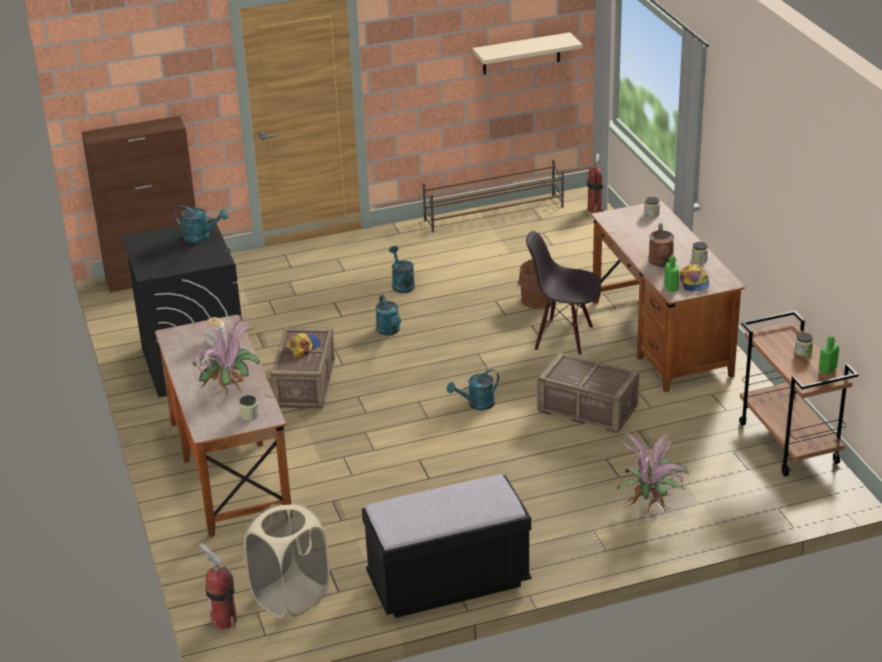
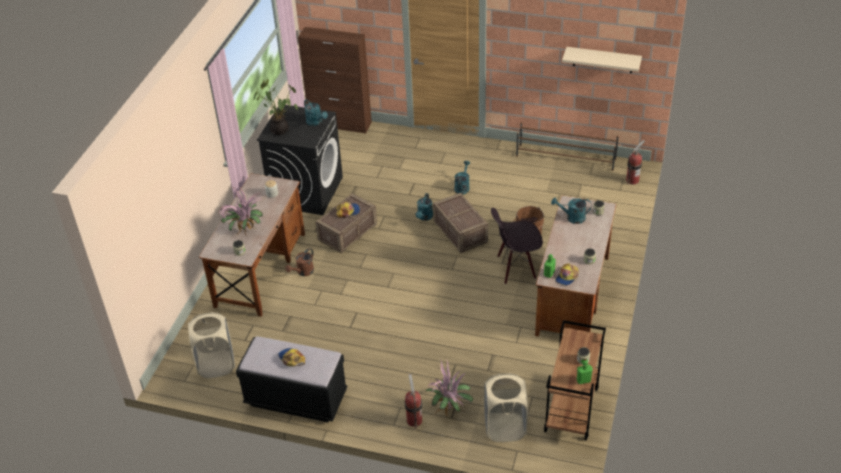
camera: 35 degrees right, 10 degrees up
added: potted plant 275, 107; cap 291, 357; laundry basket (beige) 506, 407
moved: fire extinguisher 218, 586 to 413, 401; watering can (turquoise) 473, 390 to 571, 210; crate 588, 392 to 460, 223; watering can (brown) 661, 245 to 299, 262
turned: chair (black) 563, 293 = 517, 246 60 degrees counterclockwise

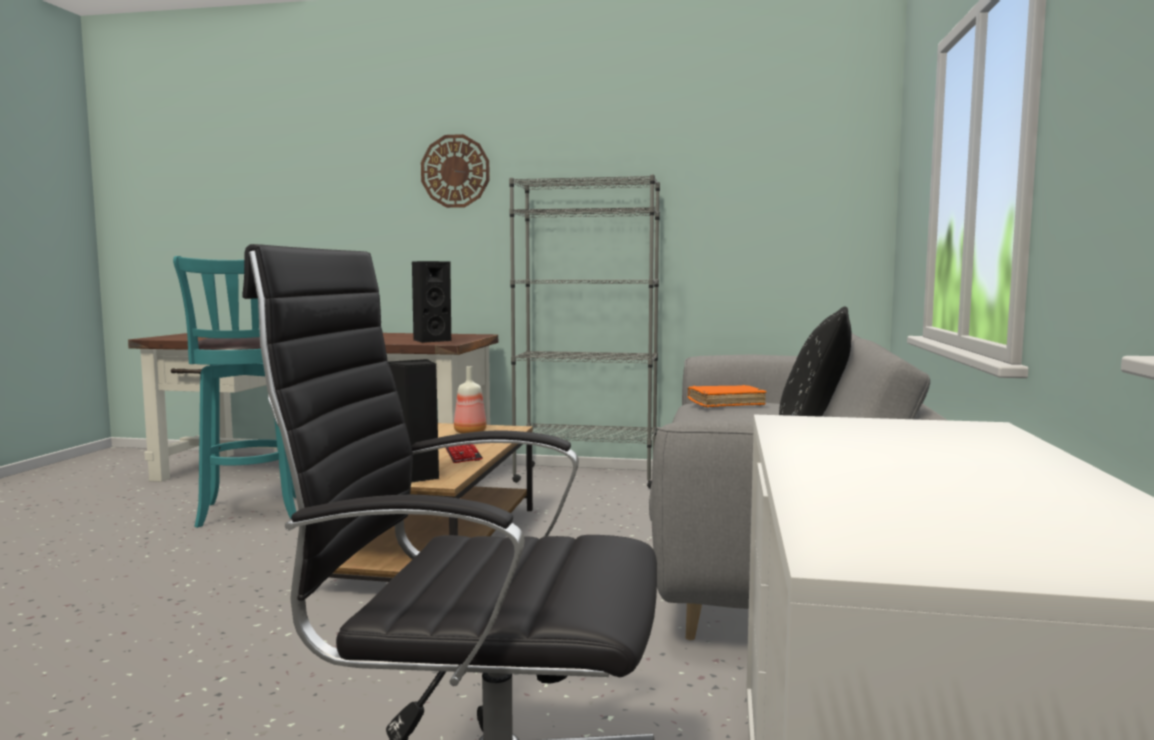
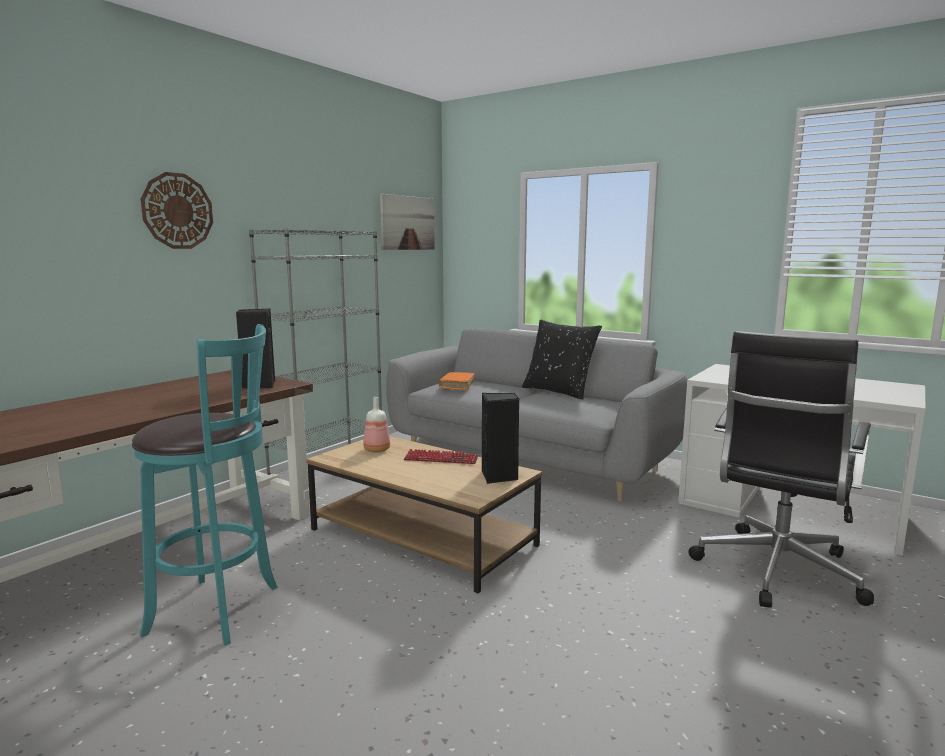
camera: 65 degrees left, 5 degrees up
added: picture 407, 222

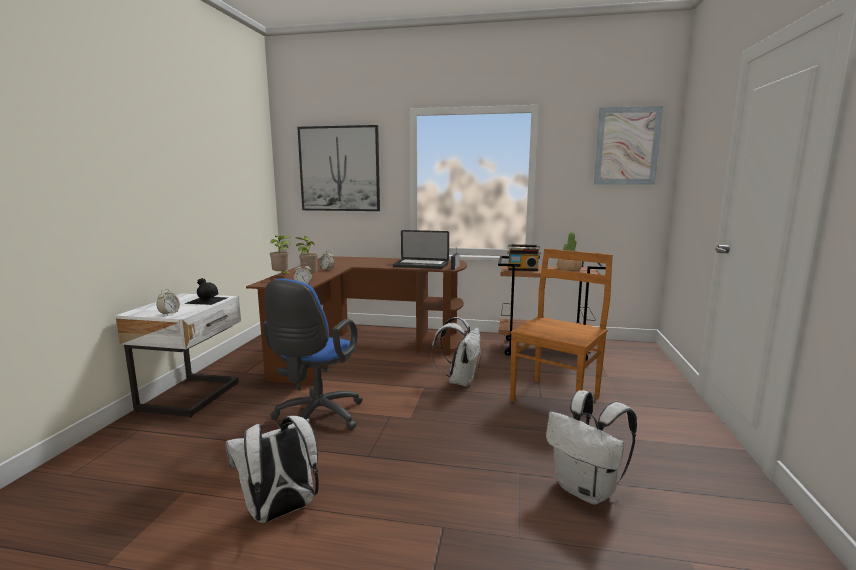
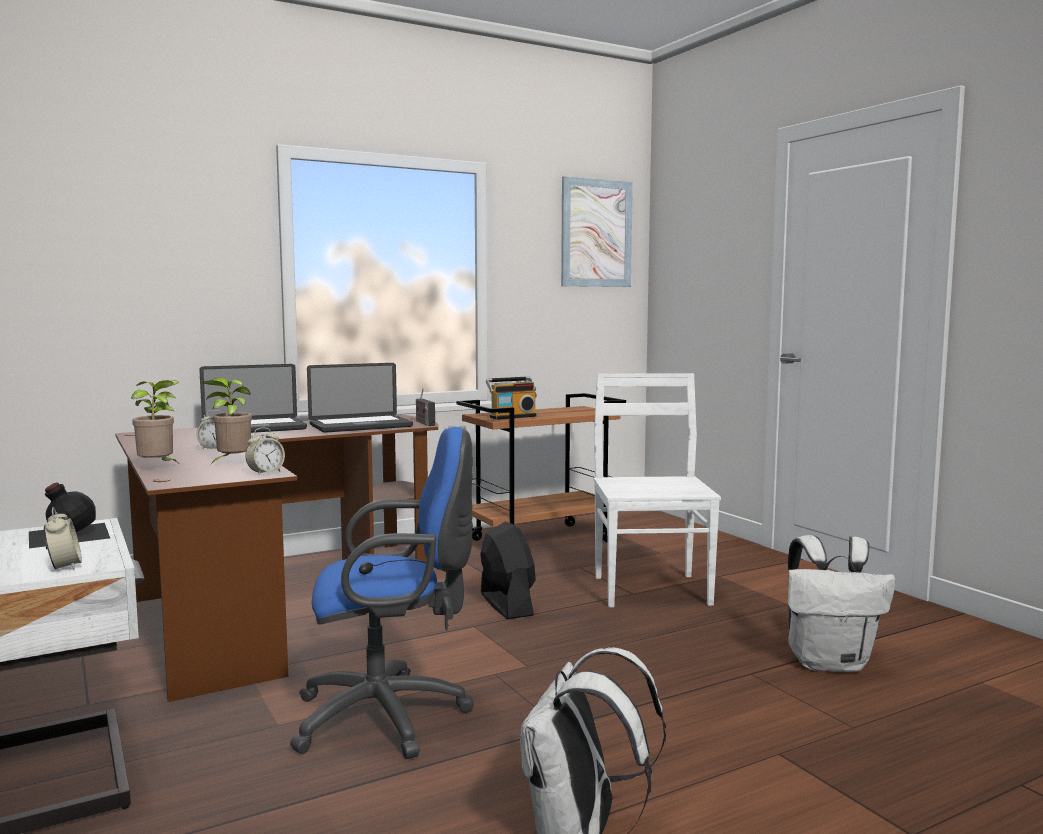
camera: 40 degrees left, 5 degrees down
removed: picture 338, 168; potted plant 570, 251
added: laptop 253, 398
replaced: backpack (white) 455, 352 to fan (black) 508, 570
recoloured: chair (brown) 561, 325 to chair (white) 657, 490
turned: office chair (blue) 313, 354 = 382, 593 75 degrees counterclockwise

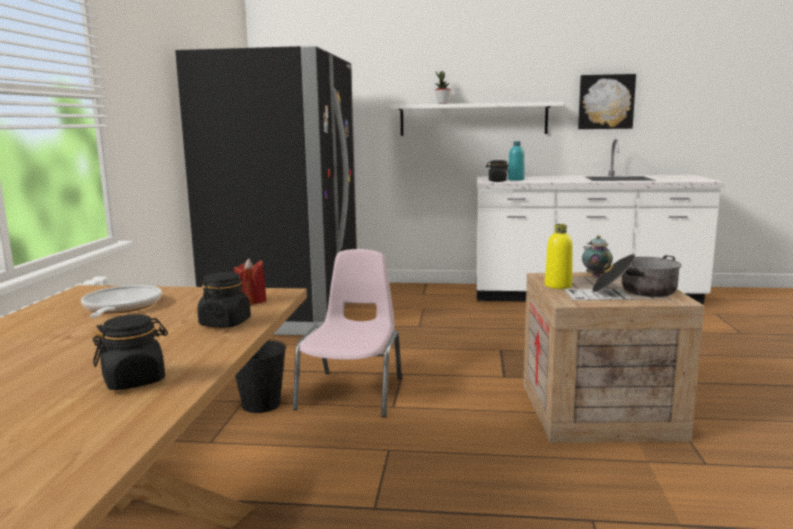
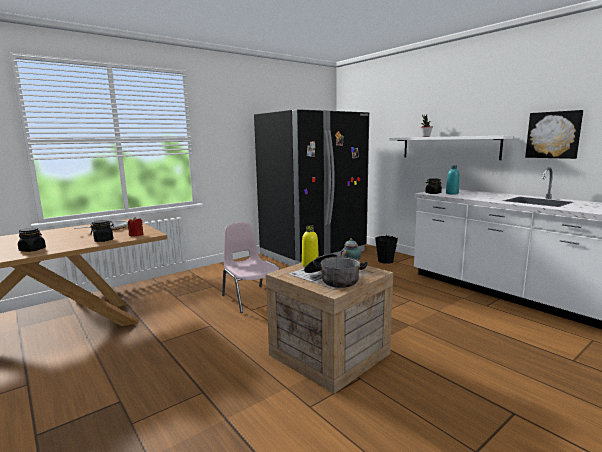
camera: 45 degrees right, 0 degrees up
moved: bucket (black) 260, 376 to 386, 250
turned: chair (pink) 347, 333 = 251, 267 90 degrees counterclockwise

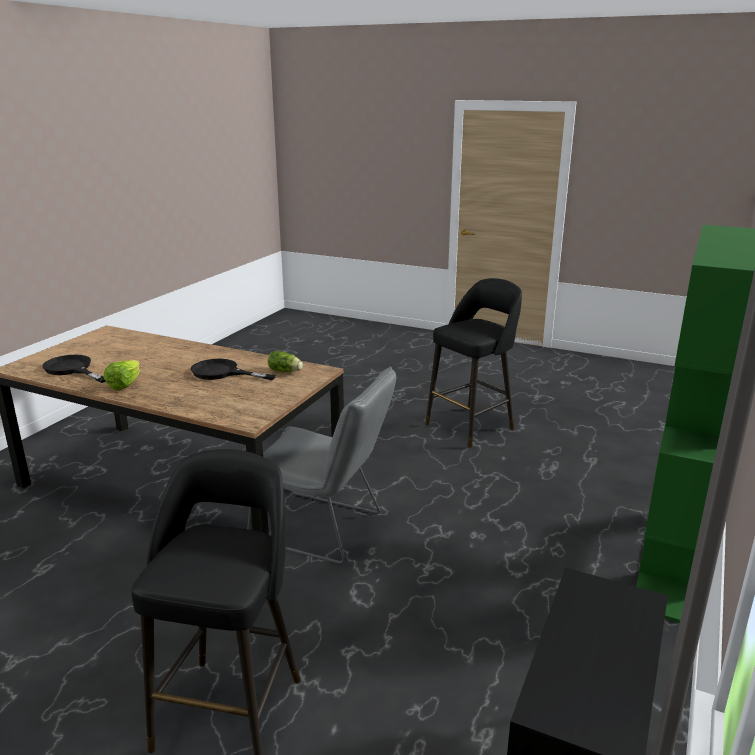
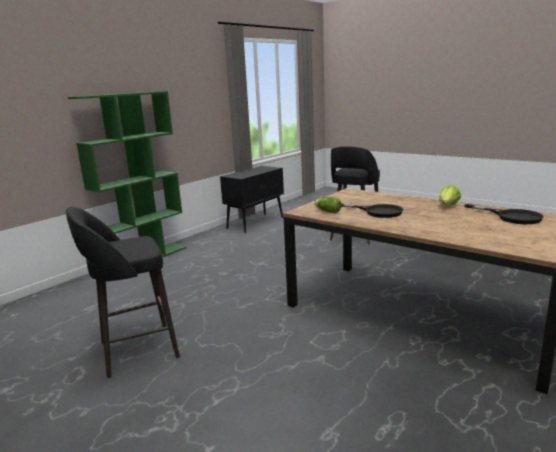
camera: 165 degrees left, 5 degrees down
removed: chair (grey) 321, 465

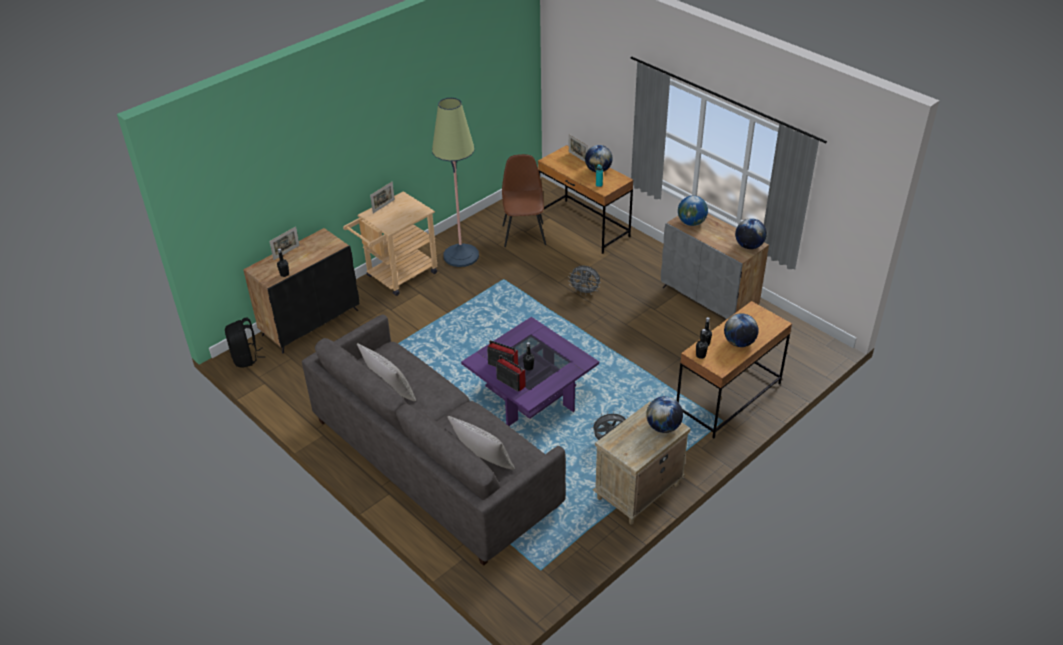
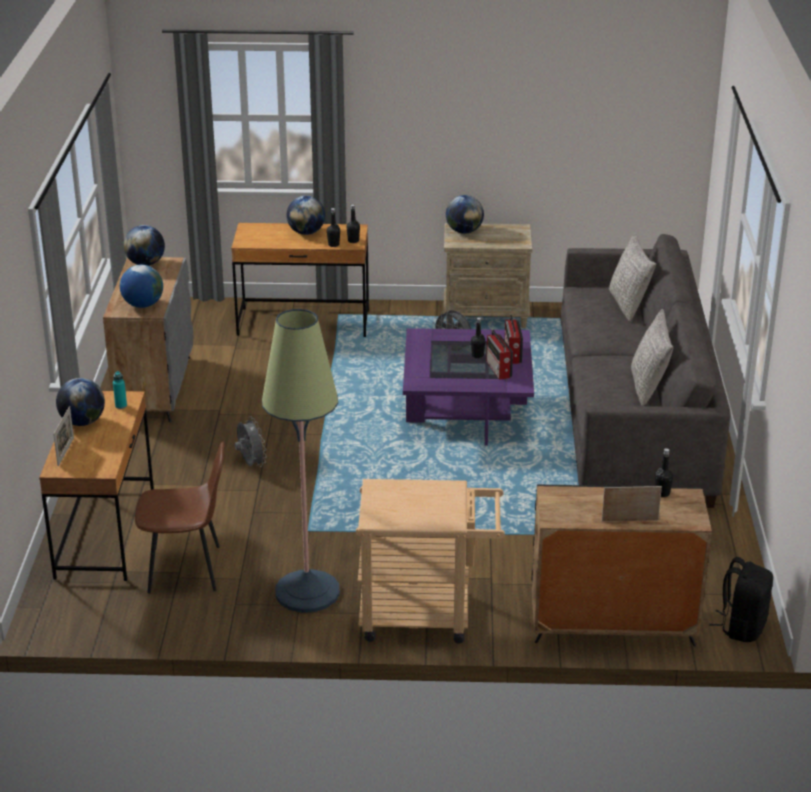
camera: 135 degrees left, 10 degrees down
removed: picture frame 382, 197
turned: chair (brown) 524, 200 = 180, 517 135 degrees counterclockwise

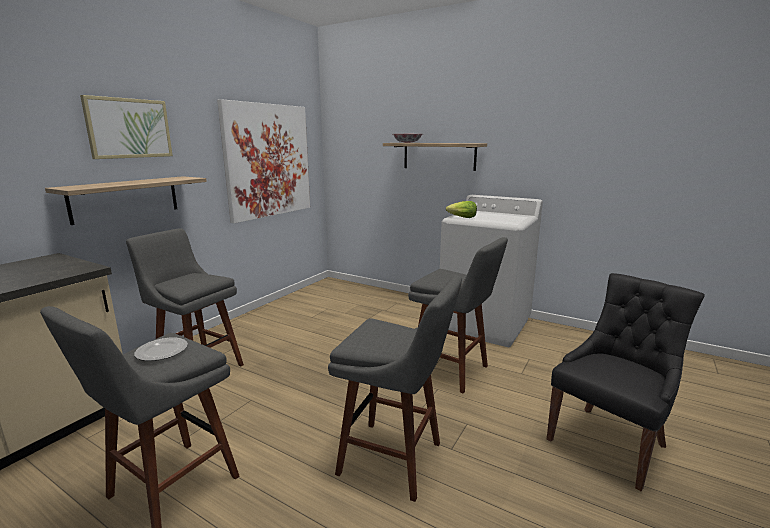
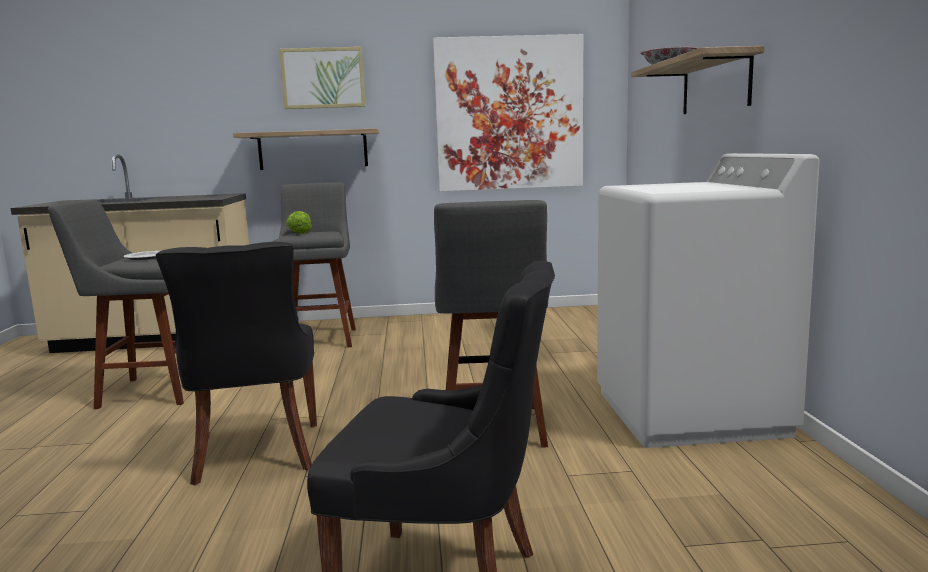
camera: 55 degrees right, 5 degrees down
moved: lettuce 461, 209 to 299, 222
replaced: stool (grey) 395, 389 to chair (black) 236, 363

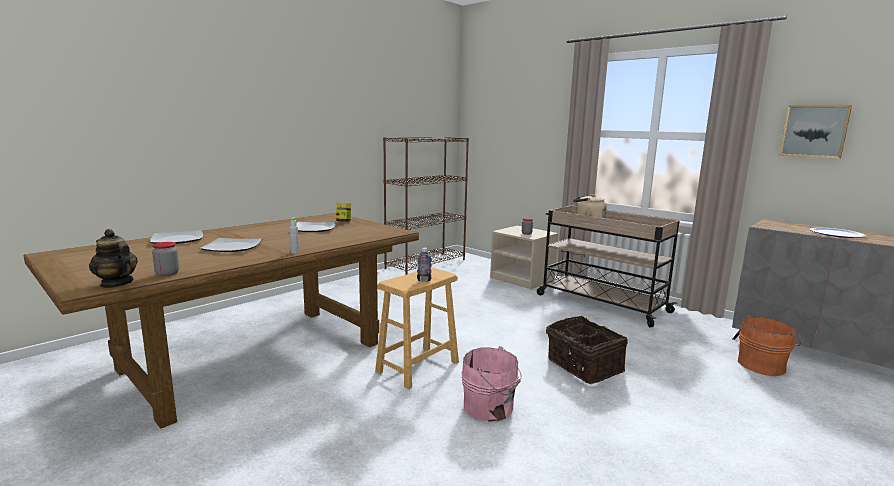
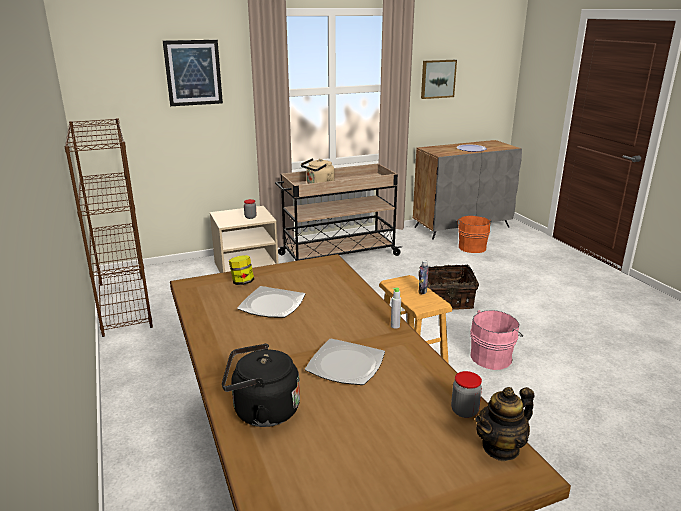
camera: 65 degrees left, 10 degrees up
added: picture 193, 72
replaced: plate 176, 237 to kettle (black) 261, 385

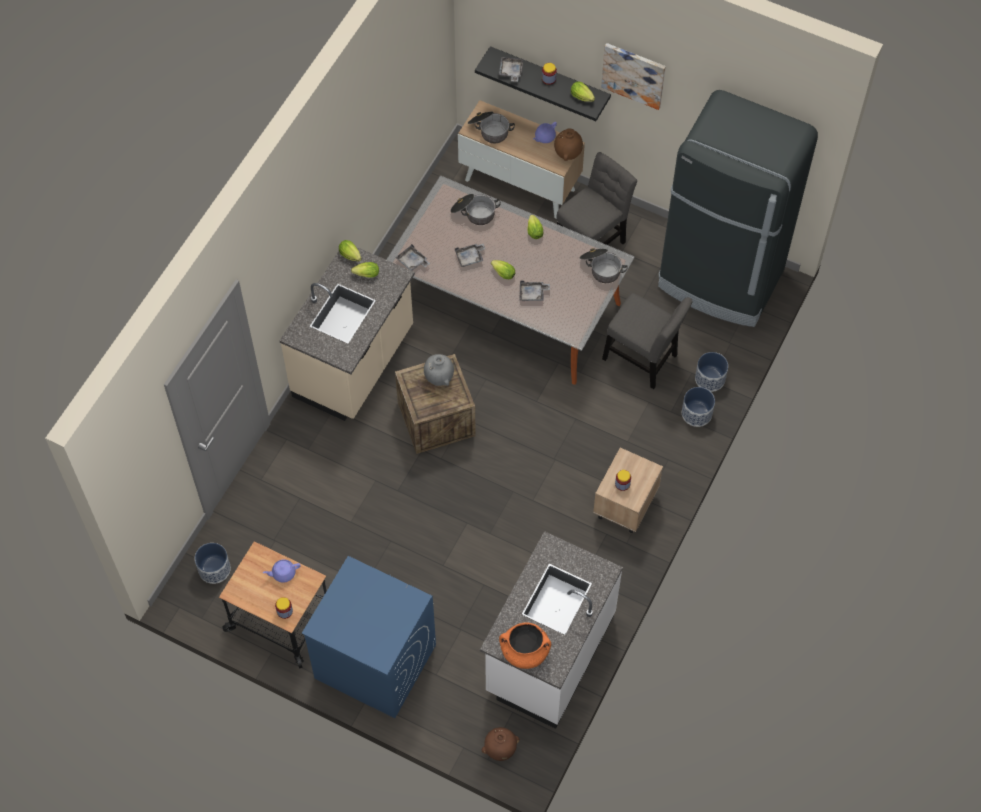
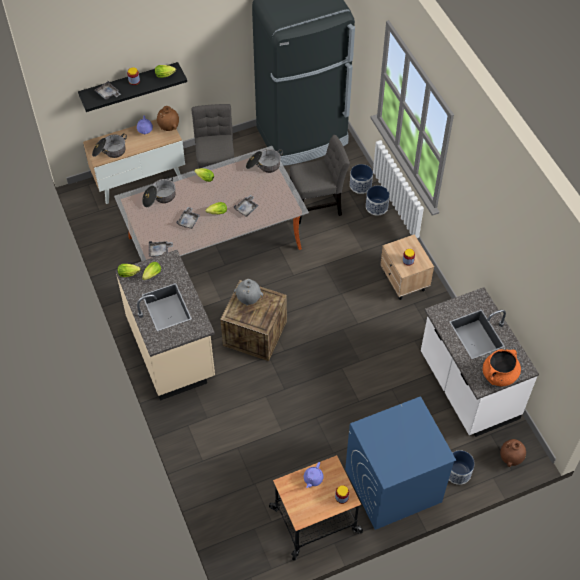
camera: 50 degrees left, 5 degrees down
removed: picture 633, 76
moved: planter 213, 563 to 462, 467

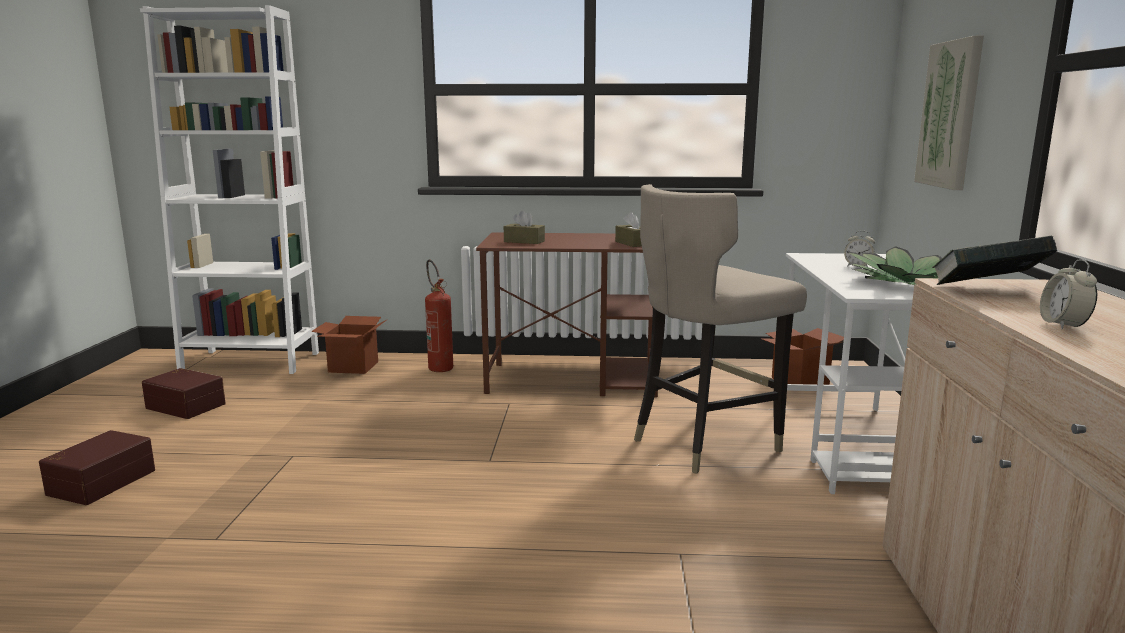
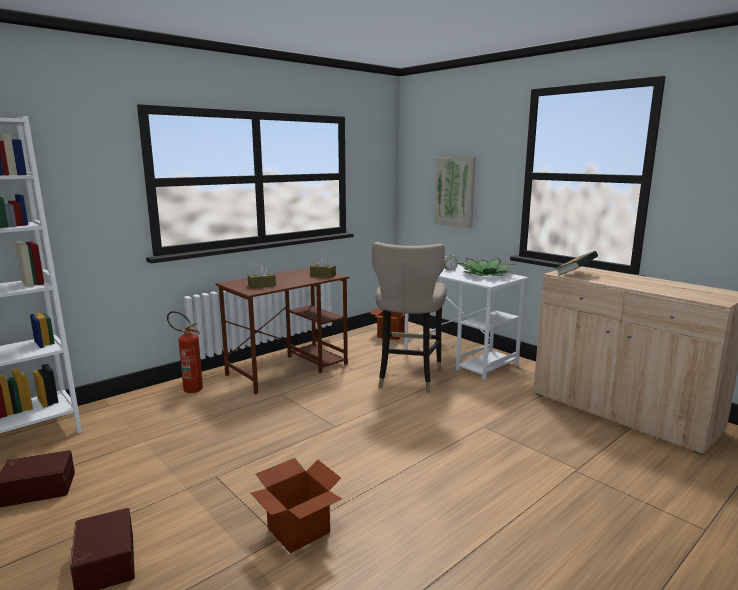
camera: 45 degrees left, 0 degrees up
removed: alarm clock 1068, 294
moved: cardboard box 348, 345 to 296, 505

